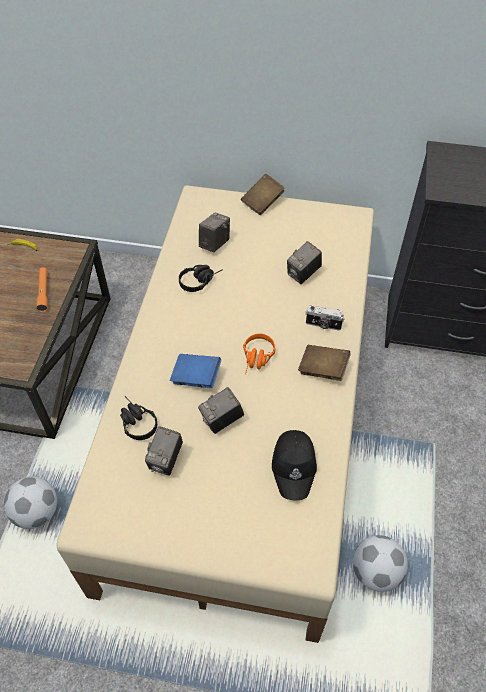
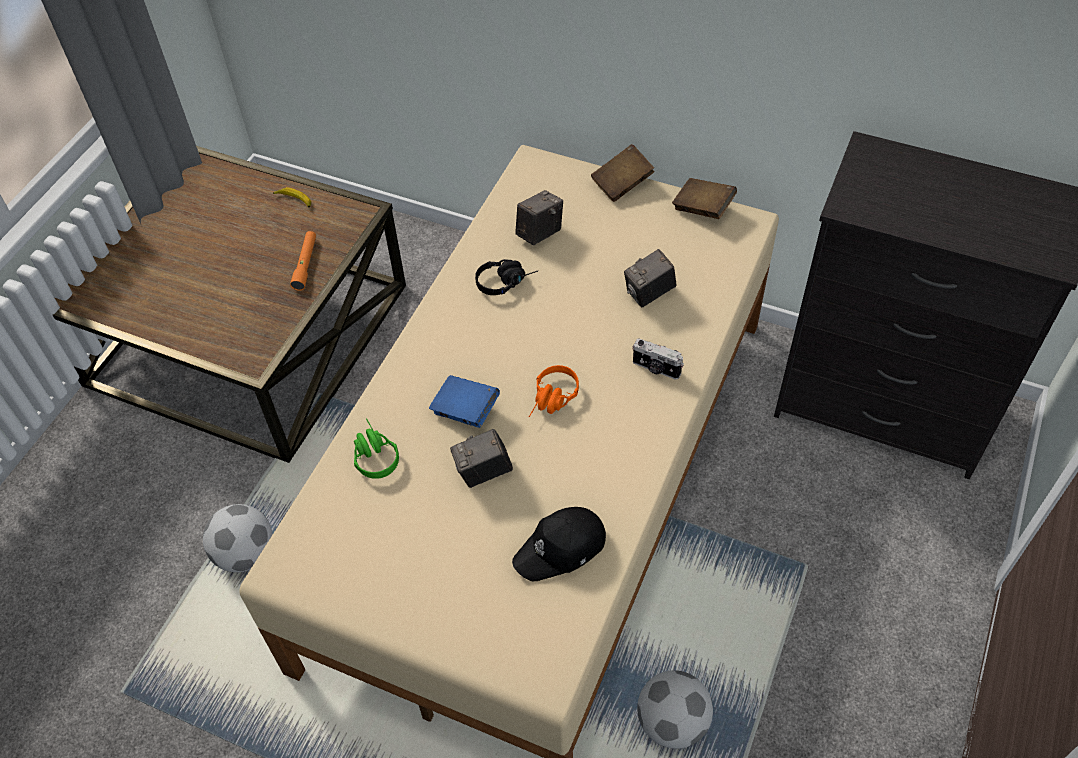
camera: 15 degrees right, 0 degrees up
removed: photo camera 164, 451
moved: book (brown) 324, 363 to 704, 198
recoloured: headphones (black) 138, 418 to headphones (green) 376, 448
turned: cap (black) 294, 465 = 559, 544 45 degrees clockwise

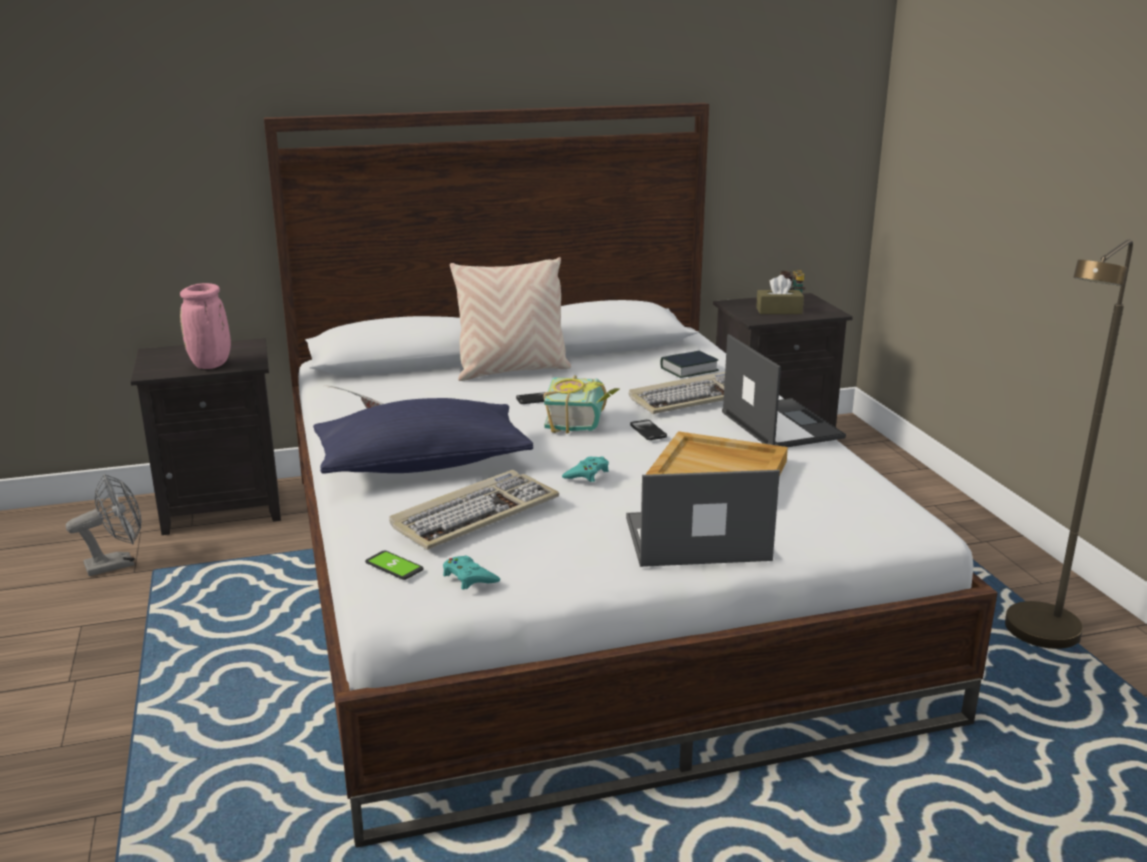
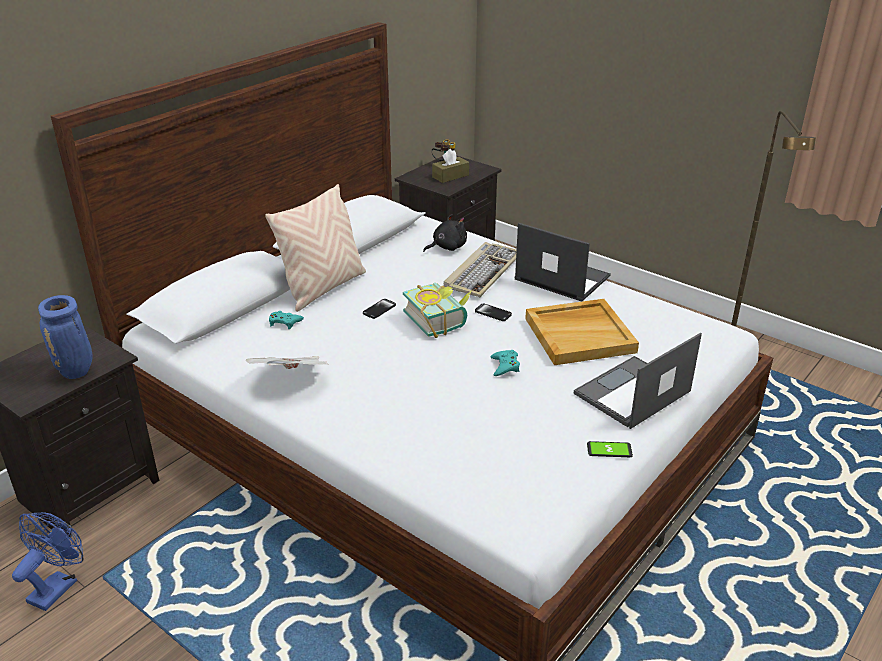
camera: 35 degrees left, 10 degrees up
removed: pillow (blue) 423, 436; keyboard 474, 510
moved: phone 394, 565 to 610, 449; game controller (turquoise) 471, 573 to 286, 320
replaced: book 689, 364 to plush toy (black) 445, 233
recoloured: fan (grey) 103, 525 to fan (blue) 47, 561; vase (pink) 205, 326 to vase (blue) 65, 337

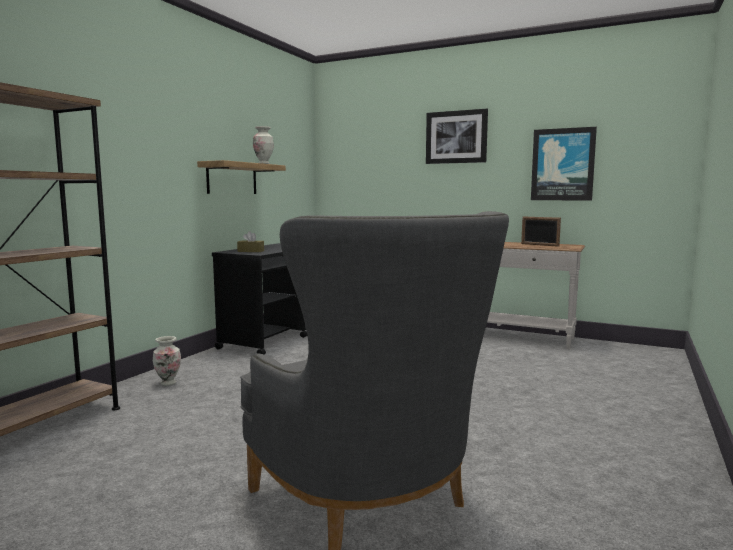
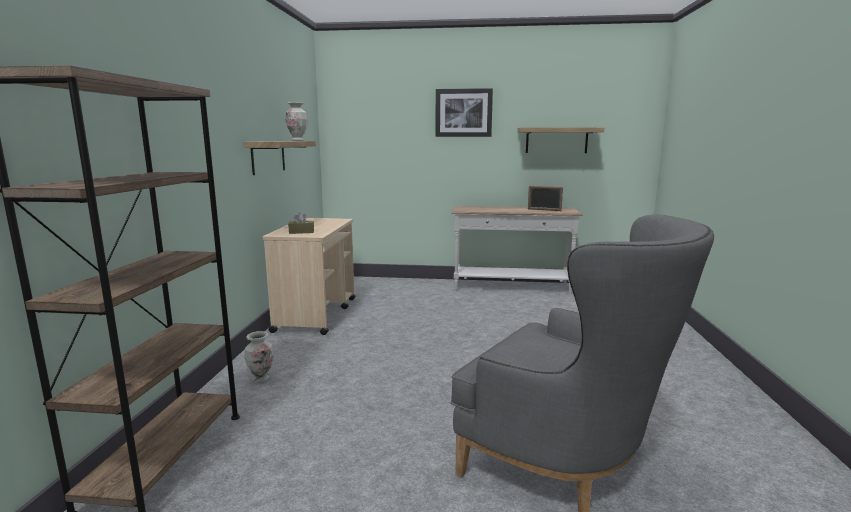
camera: 20 degrees left, 5 degrees up
replaced: picture 564, 164 to shelf 561, 140
recoloured: cart (black) 259, 299 to cart (beige) 308, 276

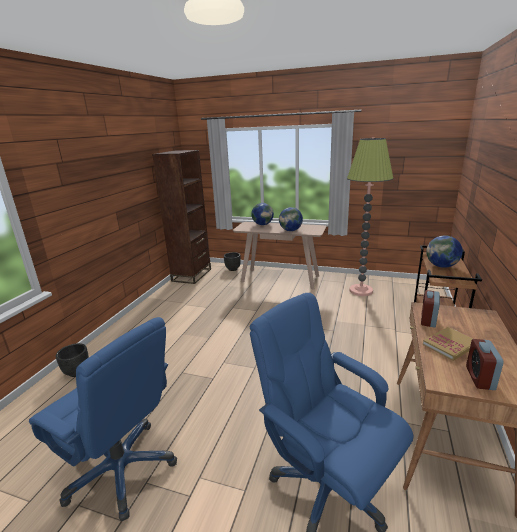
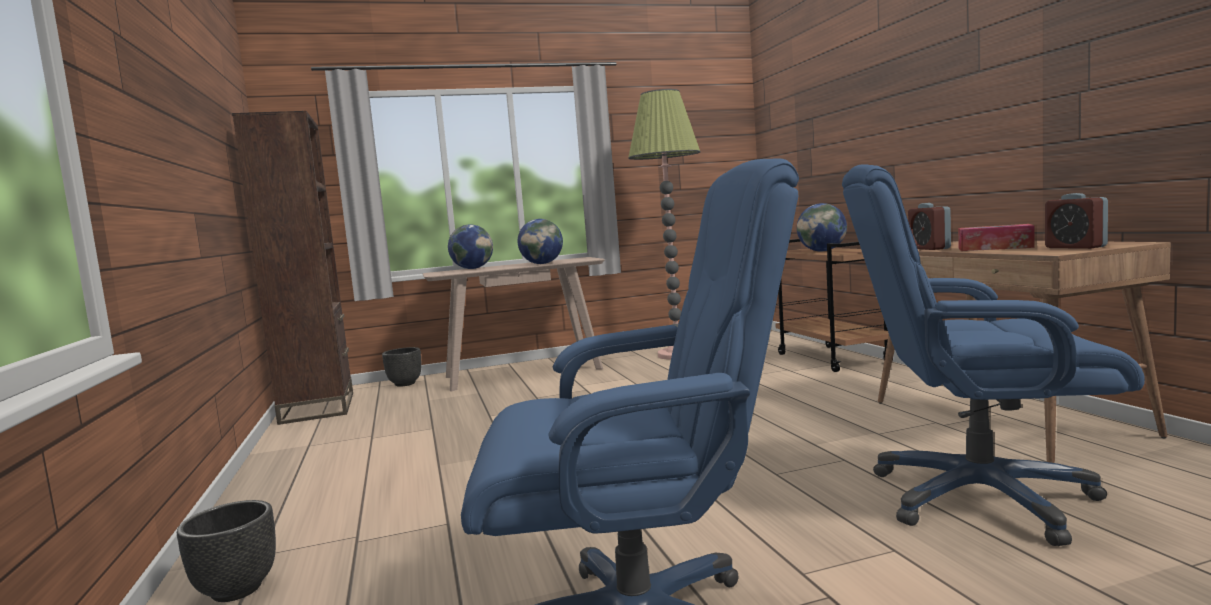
camera: 35 degrees left, 15 degrees down
replaced: book 448, 344 to tissue box 996, 237

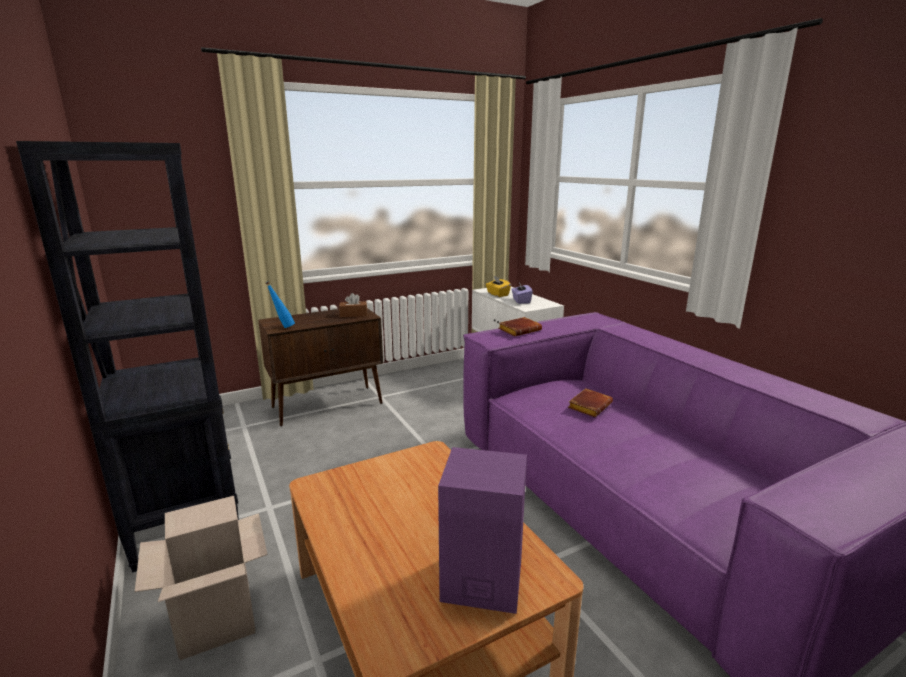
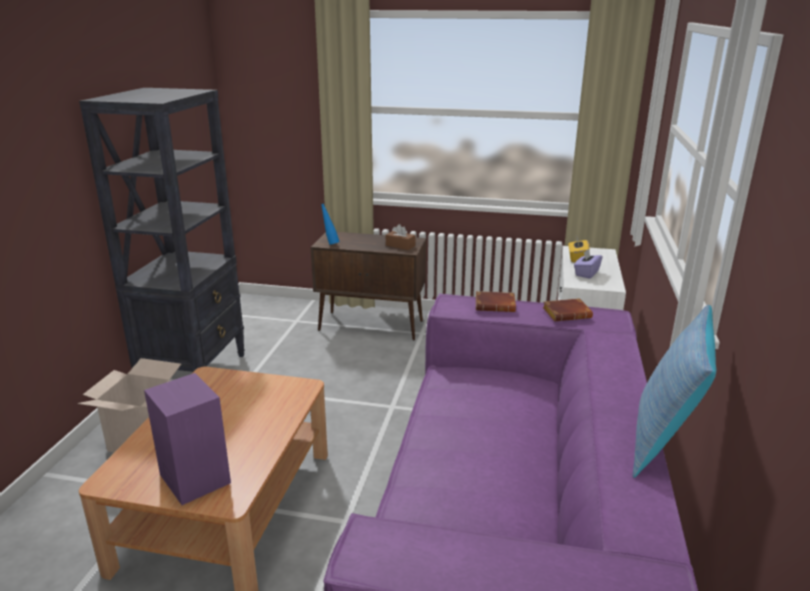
camera: 40 degrees right, 5 degrees up
added: pillow 674, 391
moved: book (brown) 590, 402 to 568, 310

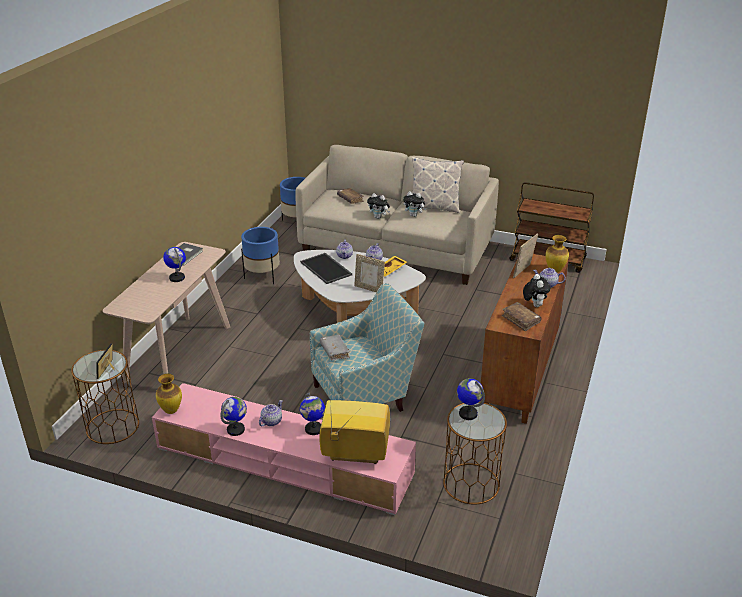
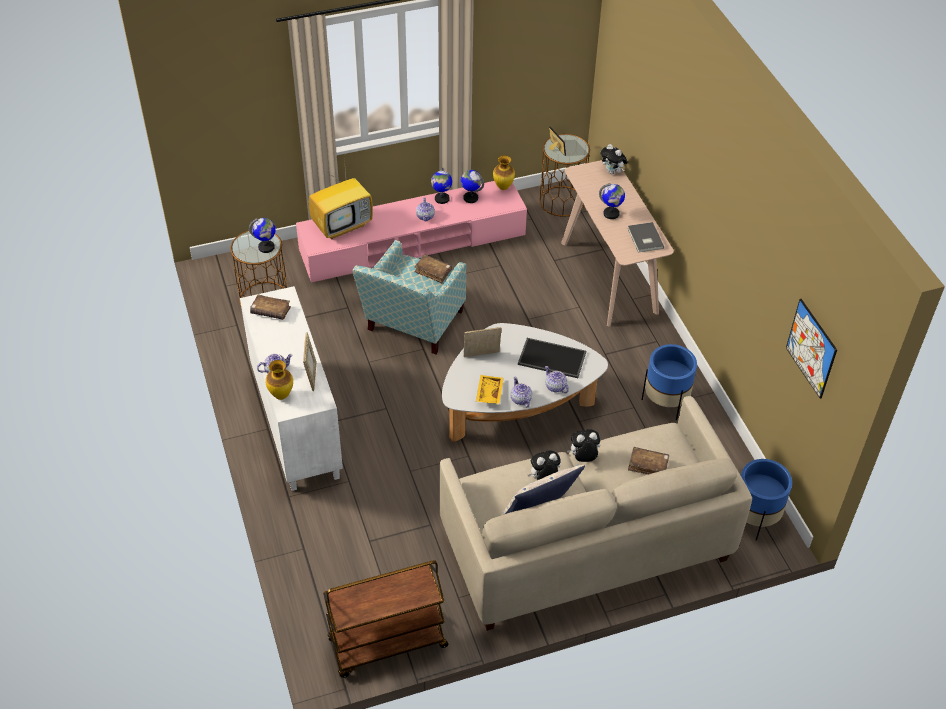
camera: 140 degrees right, 15 degrees up
added: picture 811, 349
moved: globe 312, 414 to 472, 186; plush toy 537, 290 to 614, 159
recoloured: book (grey) 335, 347 to book (brown) 433, 268; cabinet (brown) 524, 339 to cabinet (white) 291, 388

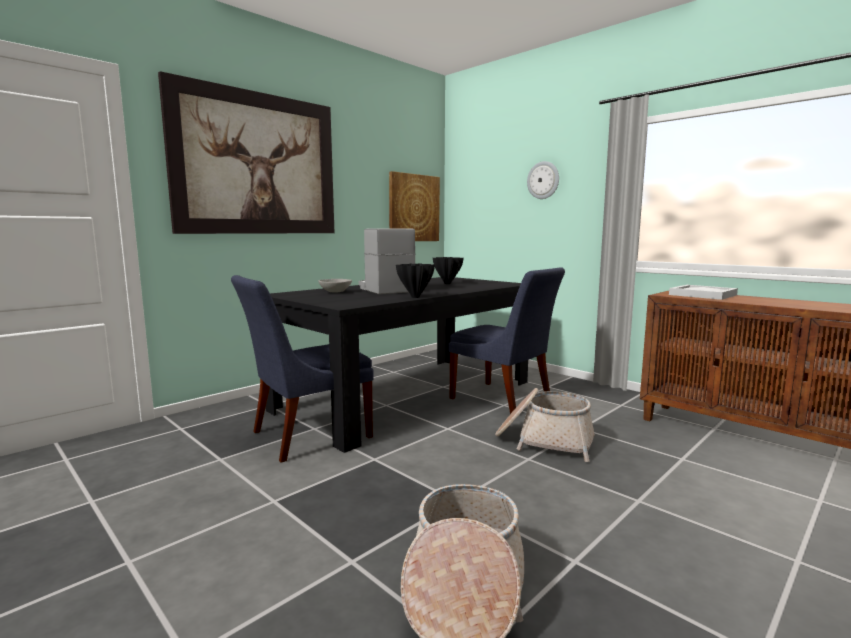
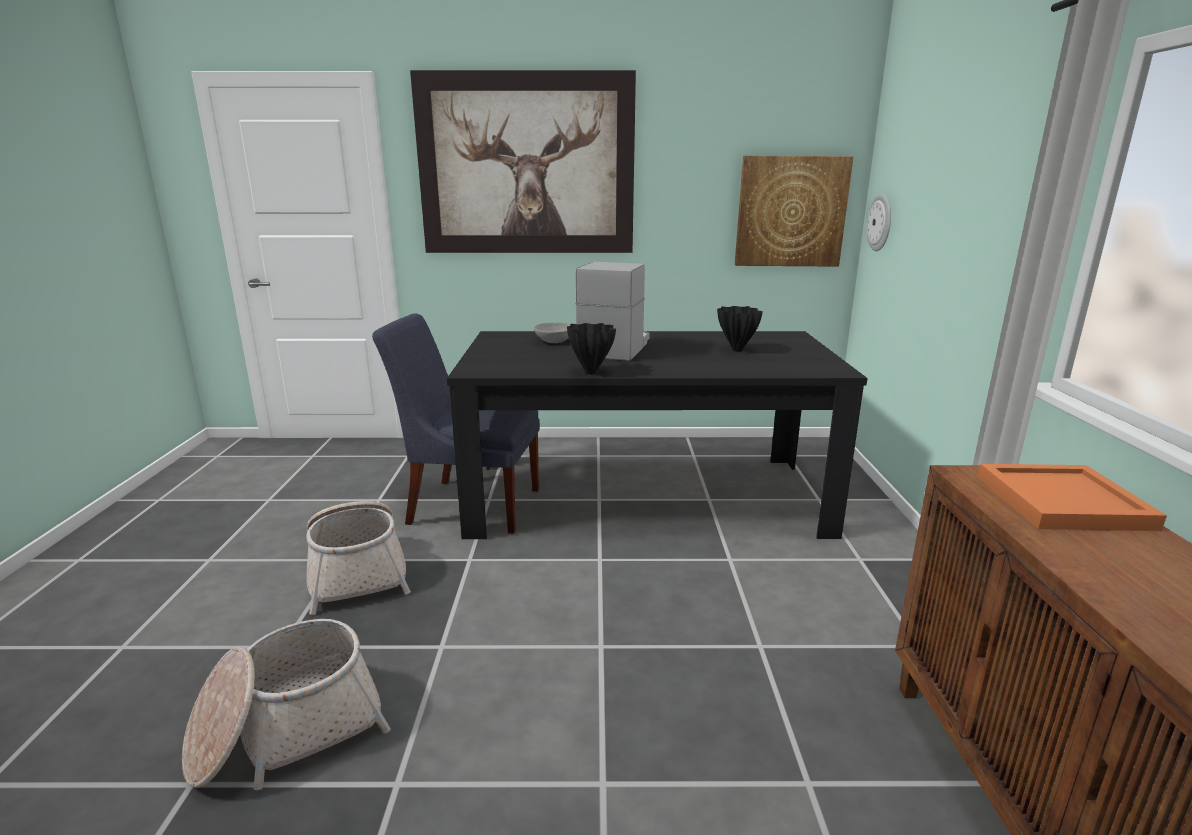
camera: 45 degrees right, 10 degrees up
removed: chair (blue) 507, 340
moved: basket 545, 425 to 358, 558; wall clock 543, 180 to 879, 222
recoloured: tray (white) 703, 292 to tray (orange) 1072, 497

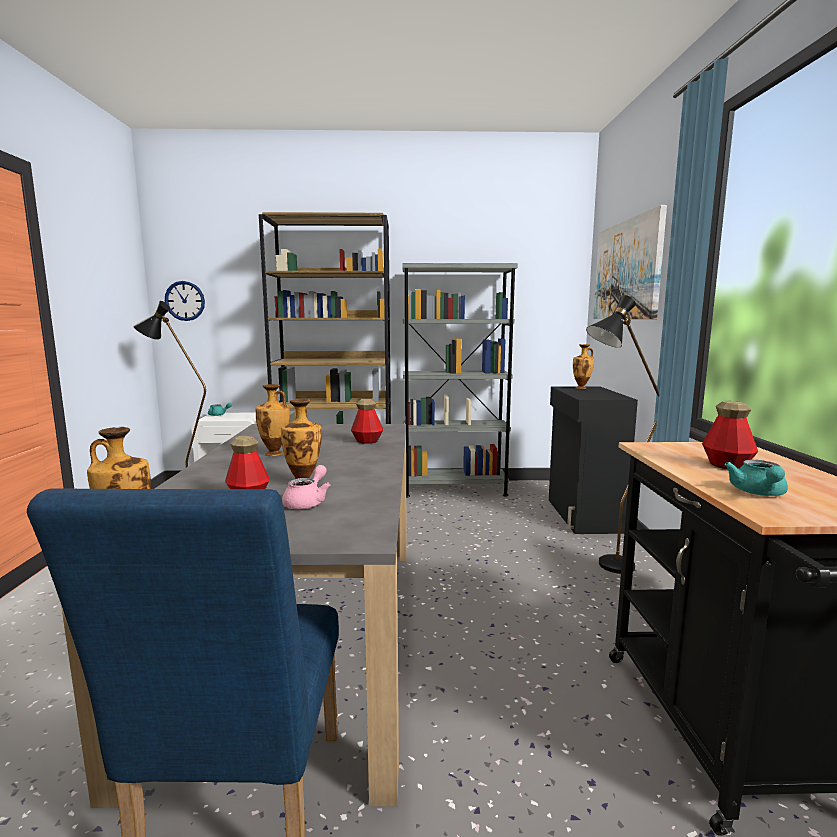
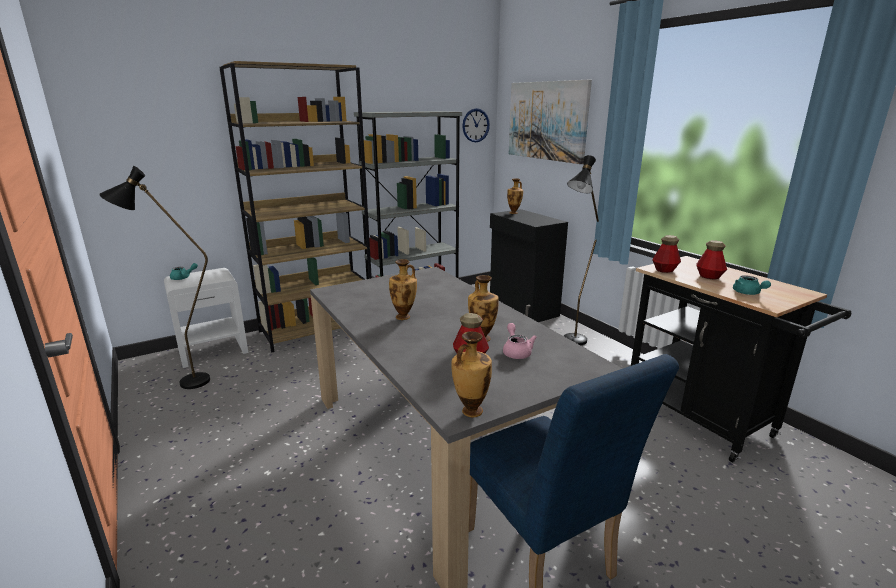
camera: 30 degrees left, 10 degrees up
moved: wall clock 185, 301 to 476, 125; bottle 367, 421 to 666, 254

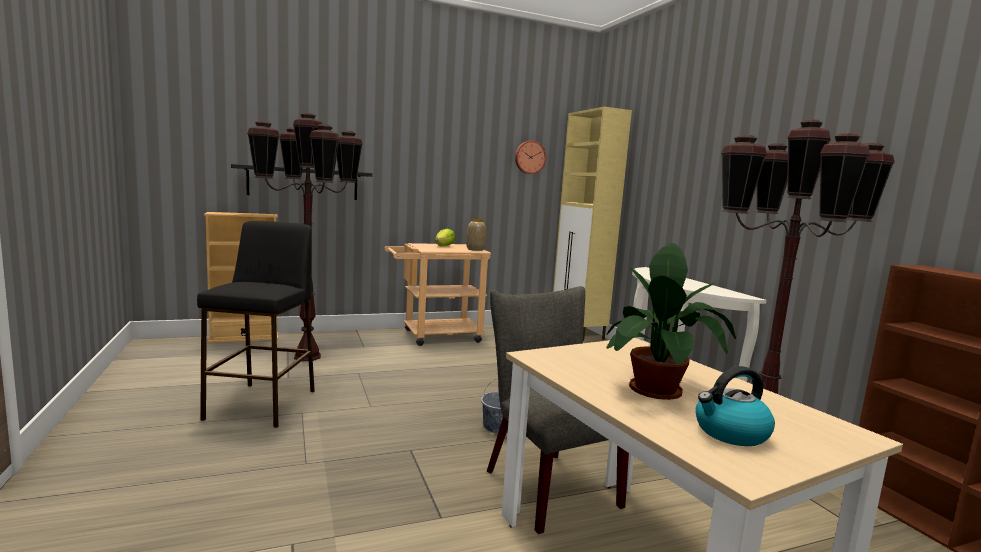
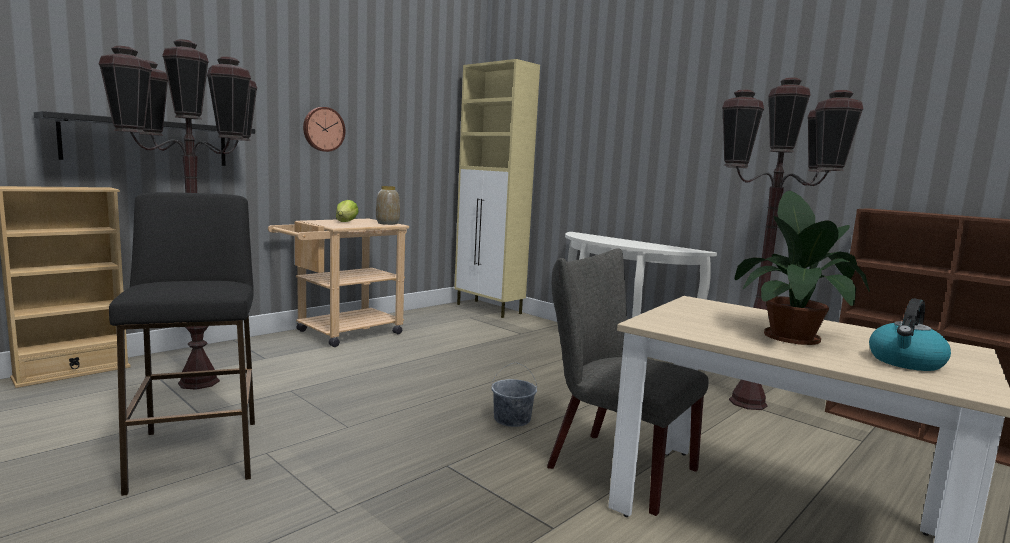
camera: 25 degrees left, 0 degrees up
moved: wall clock 530, 157 to 324, 129

